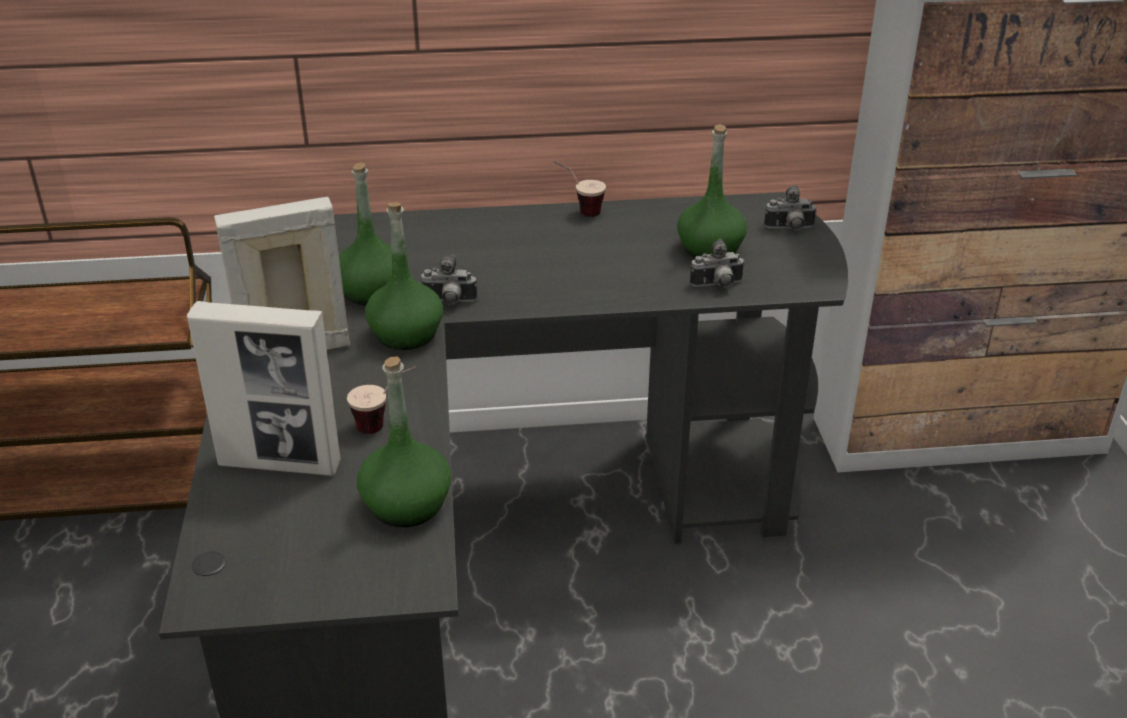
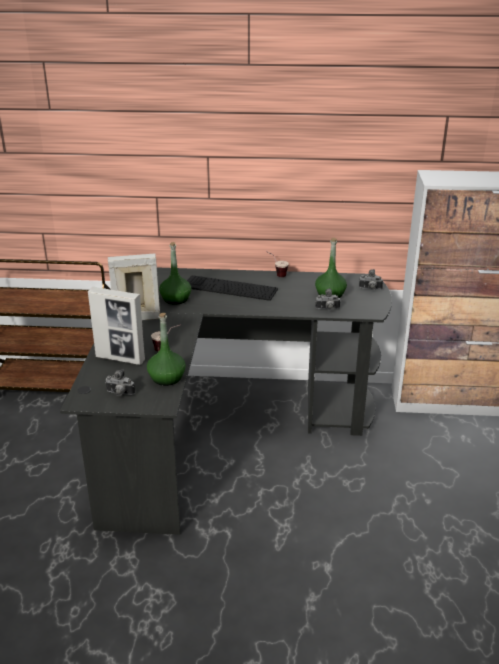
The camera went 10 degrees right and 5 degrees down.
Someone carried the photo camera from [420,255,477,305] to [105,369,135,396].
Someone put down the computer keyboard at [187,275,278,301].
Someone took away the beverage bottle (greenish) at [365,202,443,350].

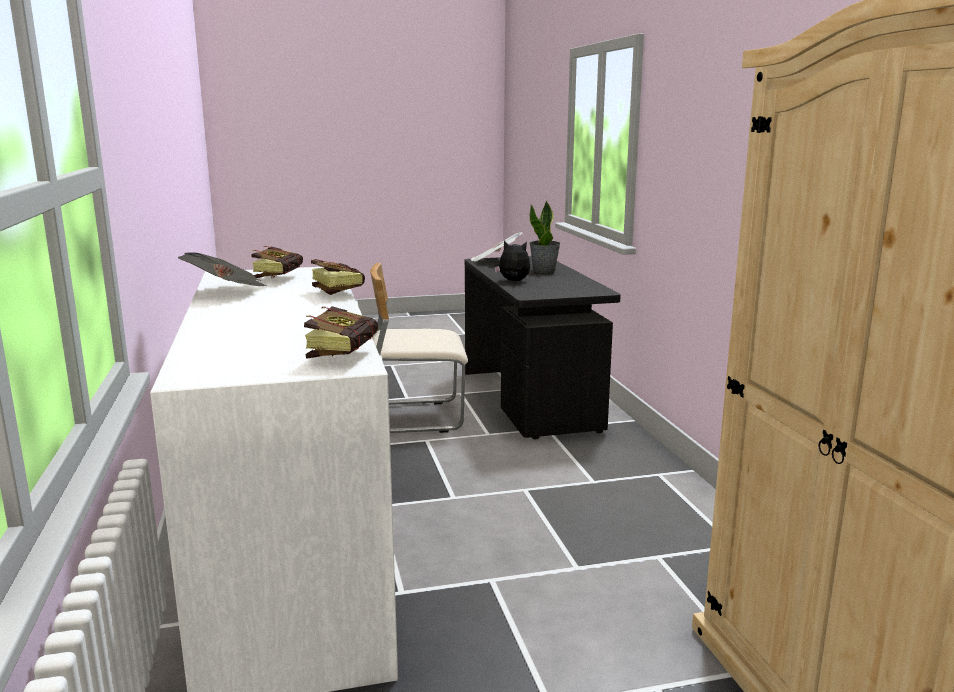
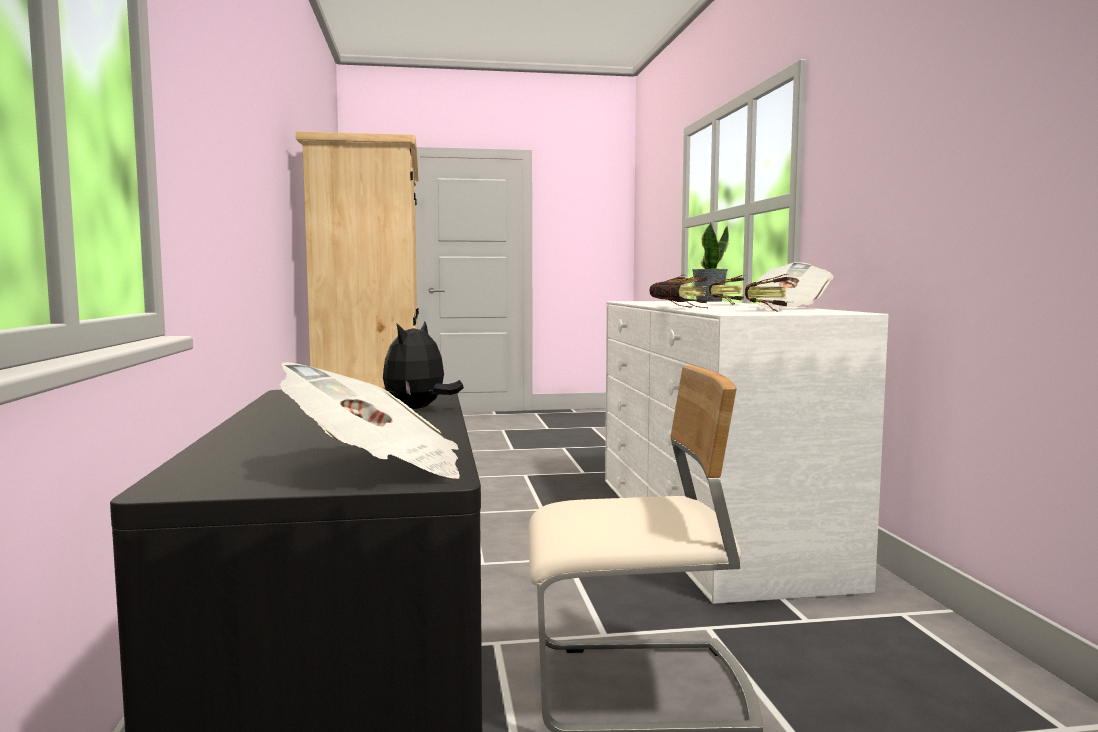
The camera went 175 degrees left and 10 degrees down.
Someone rotated the soft toy at [494,241,530,281] by 90 degrees clockwise.
Someone carried the plant in a pot from [529,200,560,273] to [692,222,729,302].
Someone carried the volume from [304,306,378,359] to [709,275,746,304].

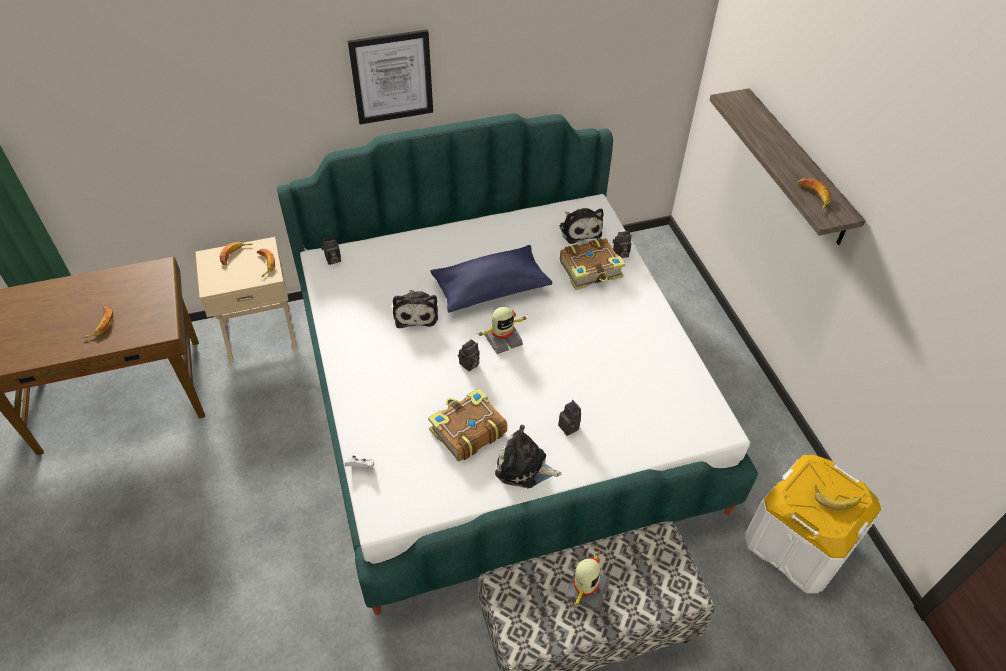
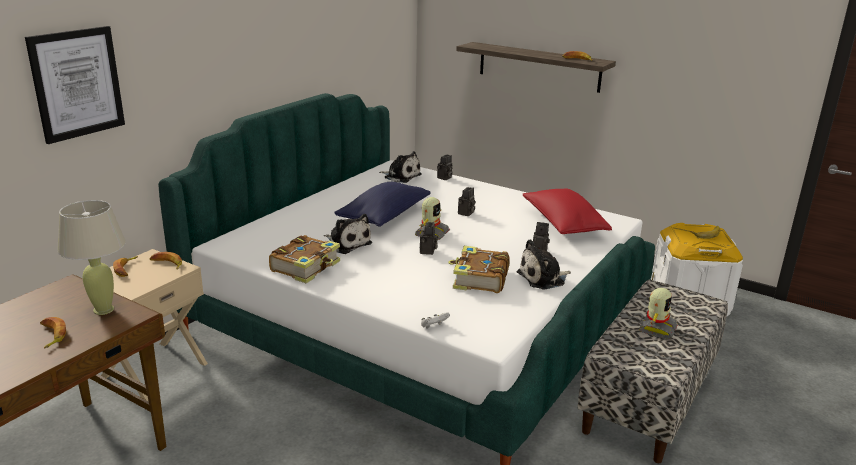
The camera went 40 degrees left and 25 degrees down.
Someone carried the picture from [348,29,433,124] to [25,26,125,144].
Someone put down the lamp for a table (sand-coloured) at [57,200,126,315].
Someone carried the volume from [560,238,625,290] to [269,235,340,283].
Someone carried the photo camera from [321,236,341,265] to [458,187,475,216].
Someone put down the cushion (red) at [522,188,612,234].
Someone rotated the model robot at [564,551,610,612] by 45 degrees clockwise.

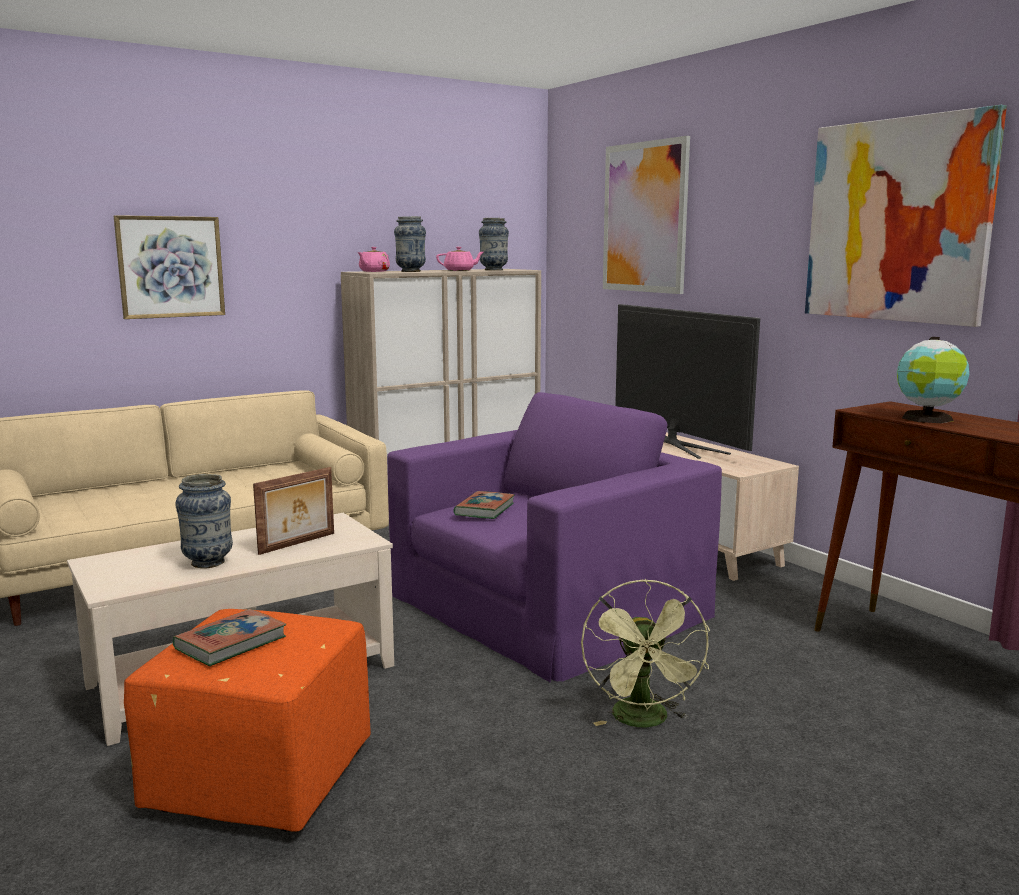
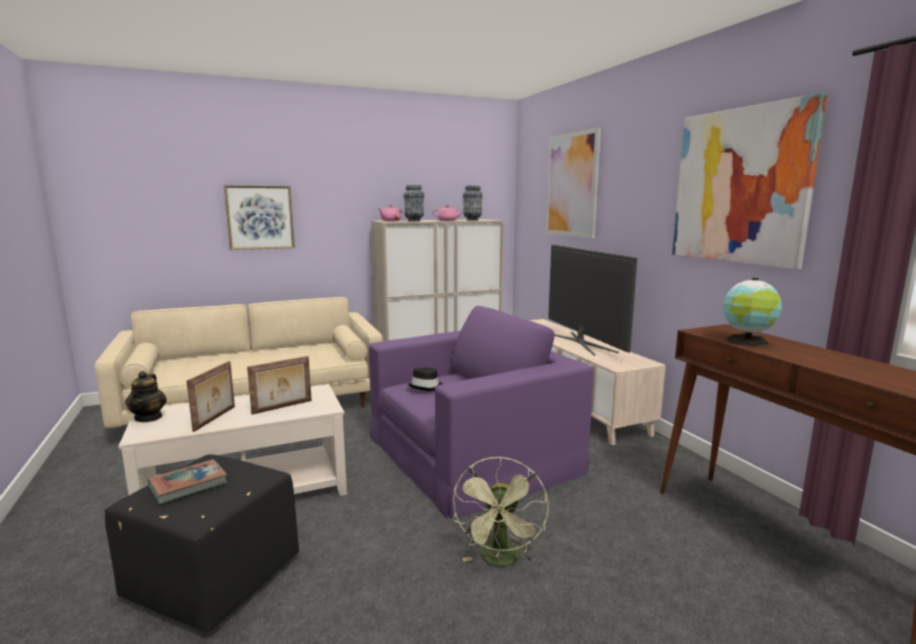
The camera went 10 degrees right and 0 degrees up.
Someone repainted the footrest (orangey) at [124,609,371,832], which became the footrest (black-coloured) at [105,454,299,632].
Someone put down the teapot at [125,371,167,422].
Someone swapped the vase at [175,474,233,568] for the photo frame at [186,361,235,432].
Someone swapped the volume at [453,491,515,519] for the clothing hat (black-coloured) at [408,367,443,391].

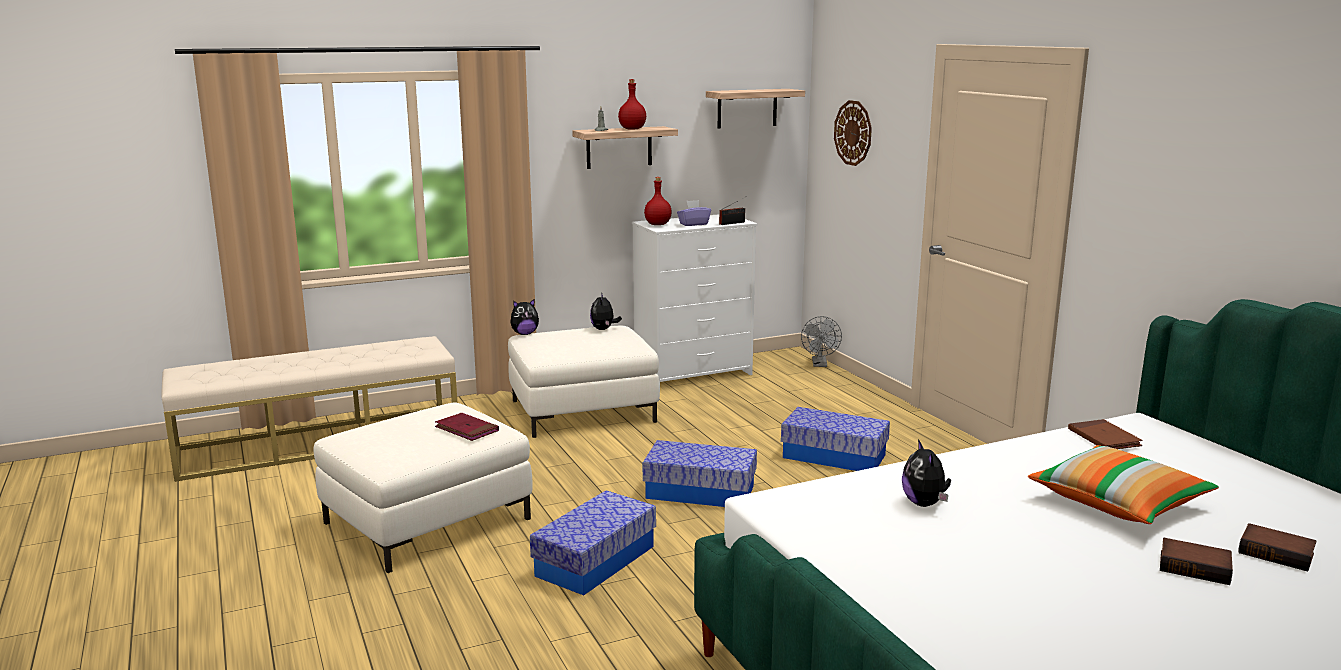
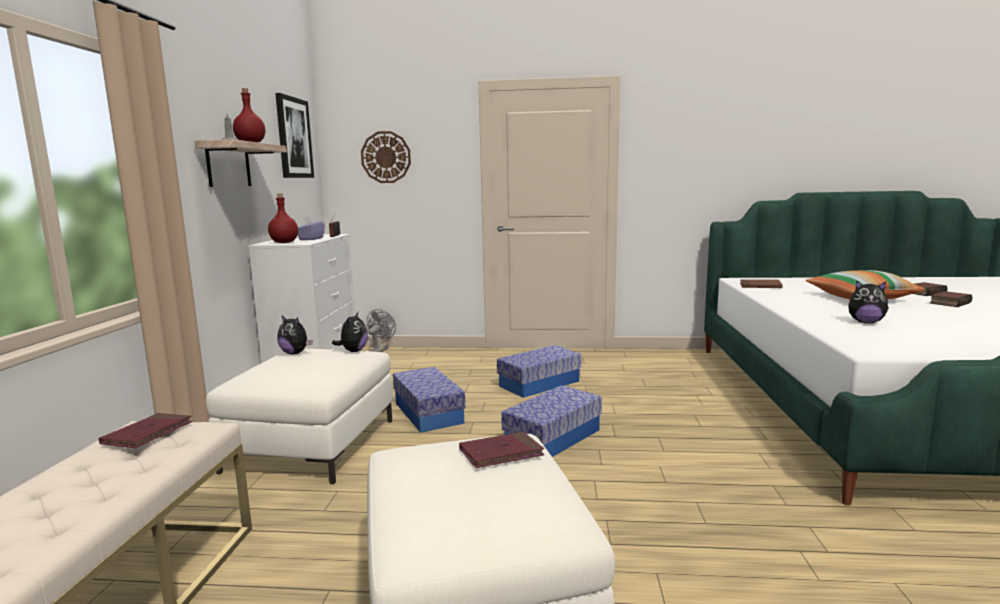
The camera went 60 degrees left and 5 degrees down.
Someone put down the volume (red) at [99,413,192,448].
Someone swapped the shelf at [706,89,805,129] for the picture at [275,93,314,178].
Someone carried the soft toy from [510,299,539,335] to [332,312,368,352].
Someone rotated the cooling fan (gray) at [801,316,842,367] by 105 degrees counterclockwise.
Someone carried the storage bin from [530,490,656,596] to [393,367,466,433].

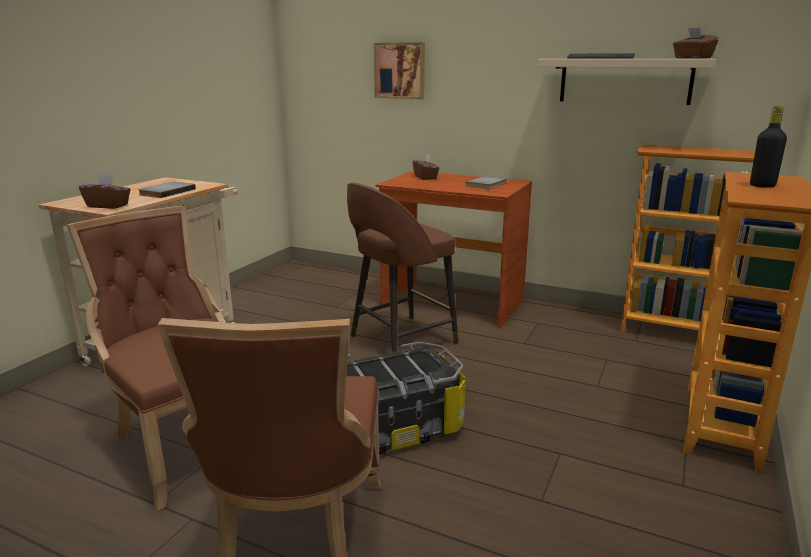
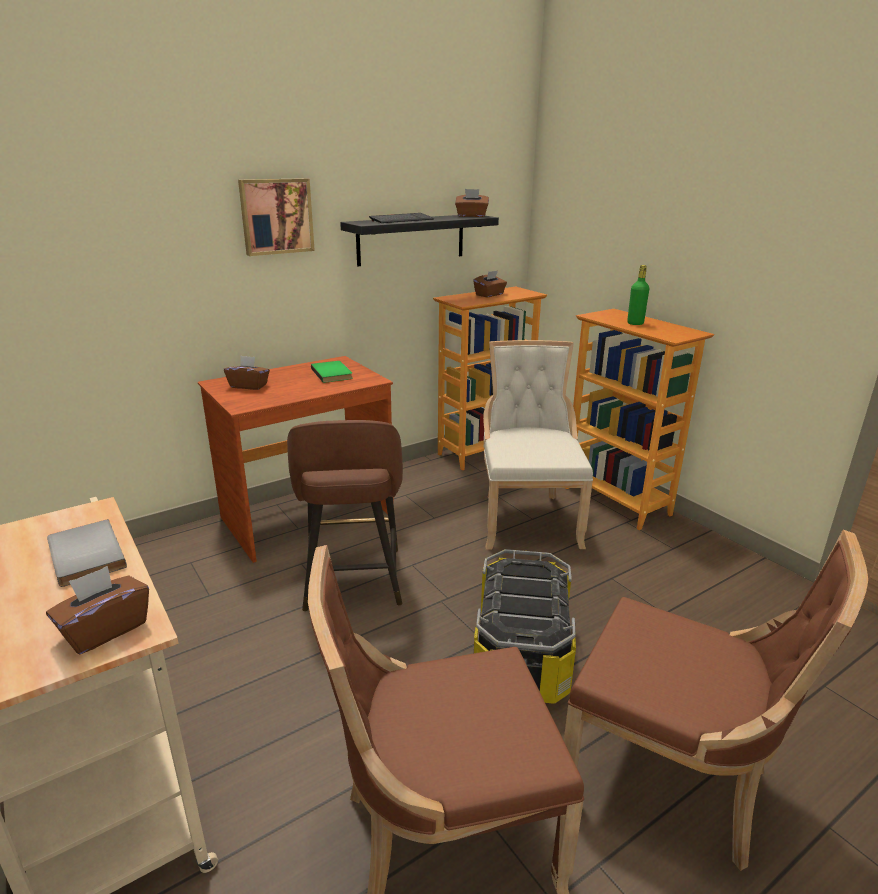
The camera went 60 degrees left and 5 degrees up.
Someone carried the picture from [374,42,425,99] to [238,178,315,256].
Someone repainted the volume (gray) at [466,176,507,189], which became the volume (greenish) at [311,361,353,383].
Someone repainted the shelf (sand-coloured) at [538,59,716,105], which became the shelf (black-coloured) at [340,215,499,266].
Someone put down the box of tissues (brownish) at [473,271,507,297].
Someone put down the upright chair (sand-coloured) at [483,340,593,550].
Someone repainted the beverage bottle (black-coloured) at [750,106,787,188], which became the beverage bottle (greenish) at [627,265,649,325].

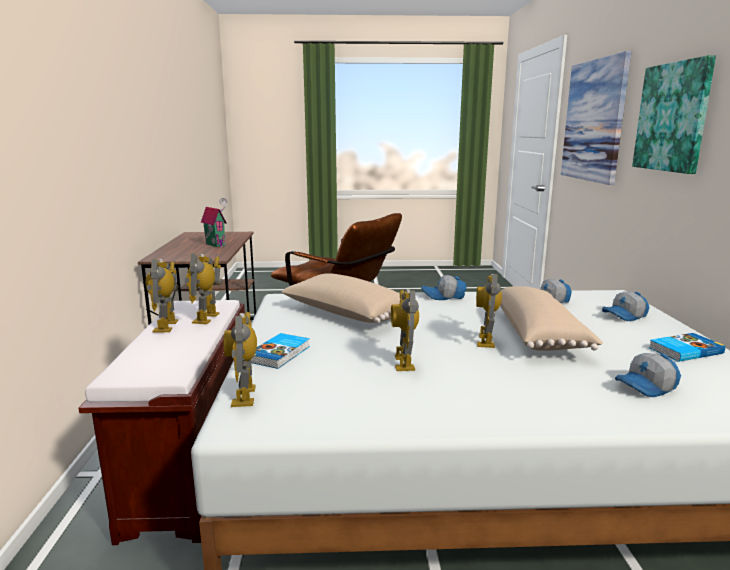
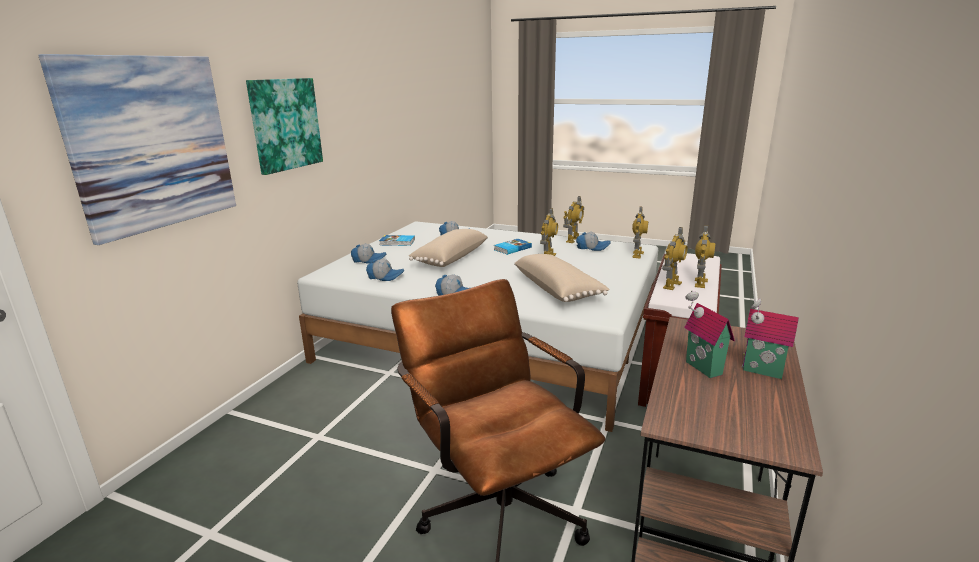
The camera went 155 degrees left and 5 degrees up.
Someone carried the volume from [251,333,310,369] to [494,239,532,255].
Someone carried the model robot from [476,274,502,348] to [563,196,584,243].
Someone put down the cap at [576,232,611,251].
Someone put down the toy house at [741,298,799,379].

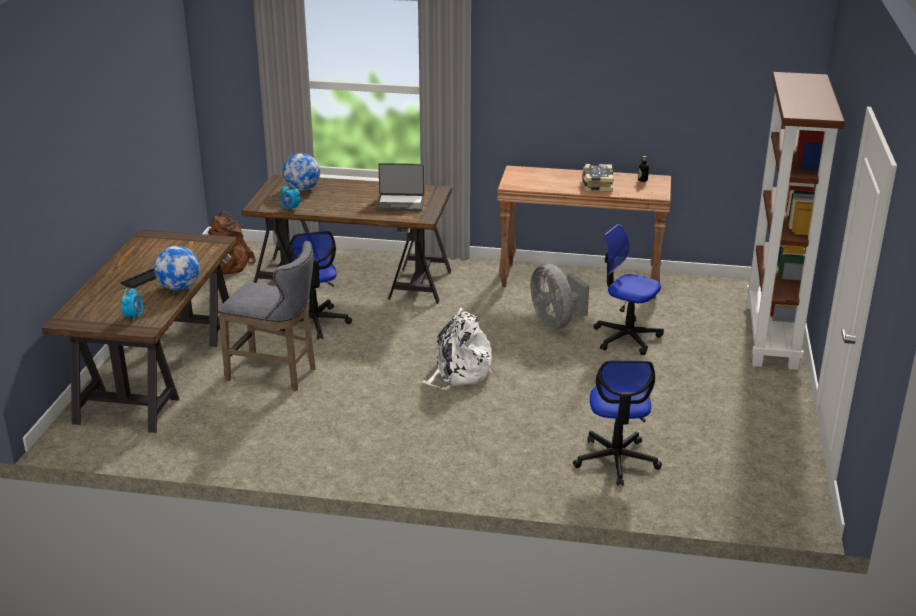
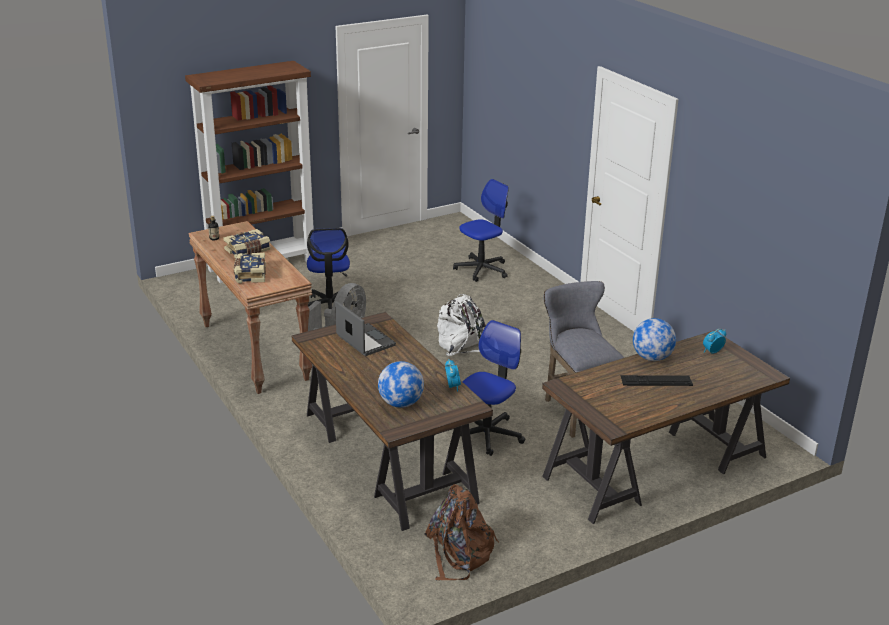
The camera went 130 degrees left and 0 degrees up.
Someone put down the volume at [234,253,266,283].

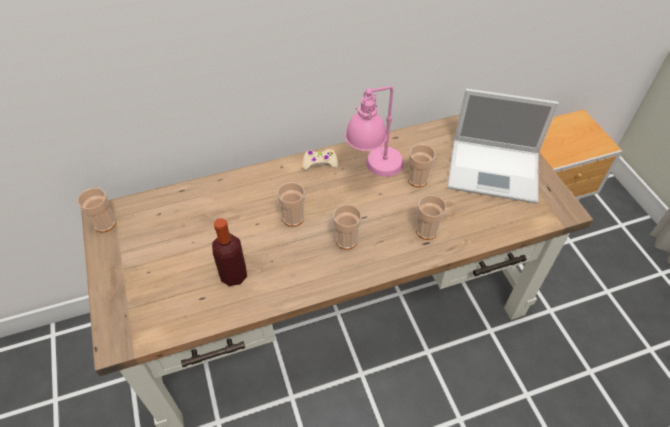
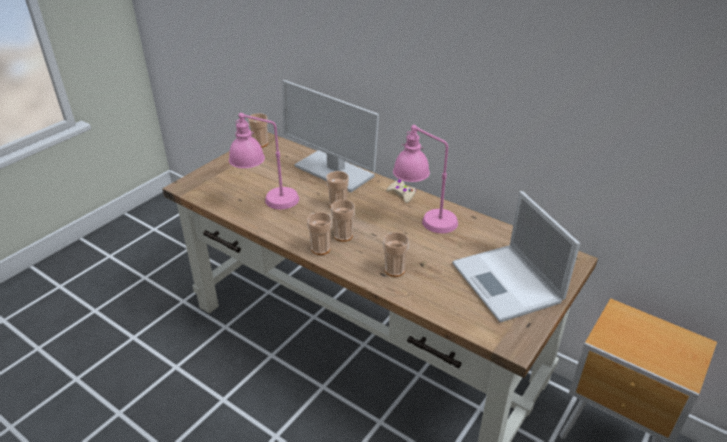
The camera went 55 degrees right and 15 degrees down.
Someone swapped the beverage bottle at [212,218,247,286] for the lamp for a table (pink-coloured) at [229,113,299,210].
Someone put down the computer display at [282,80,379,192].
Someone carried the small cup from [408,144,435,188] to [307,212,332,255].

